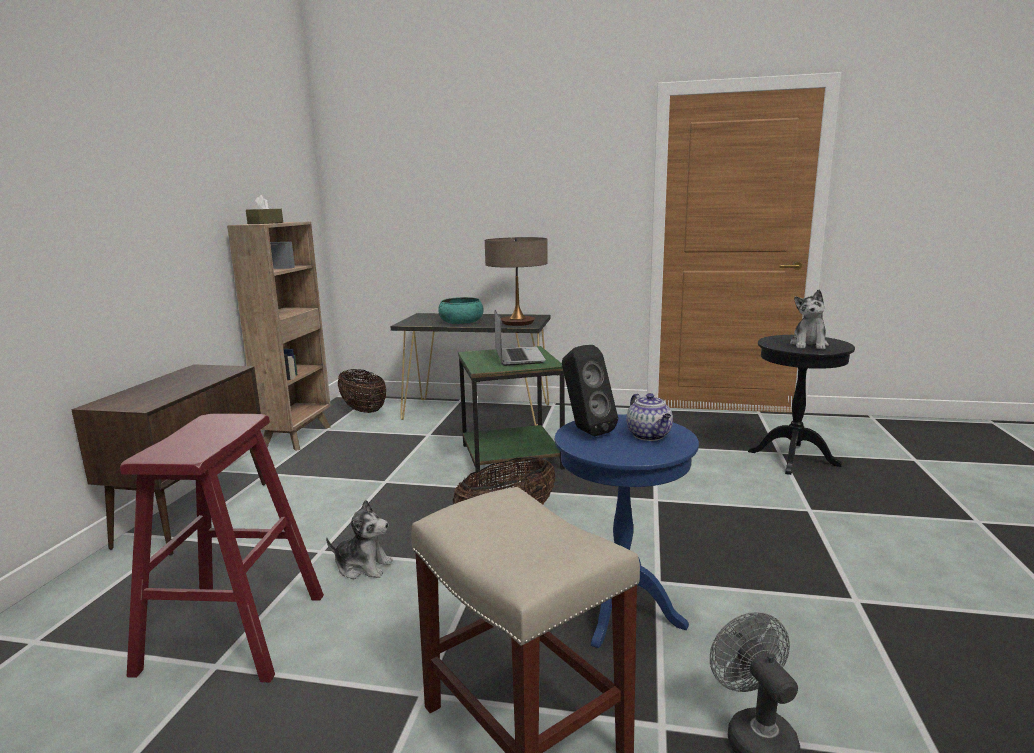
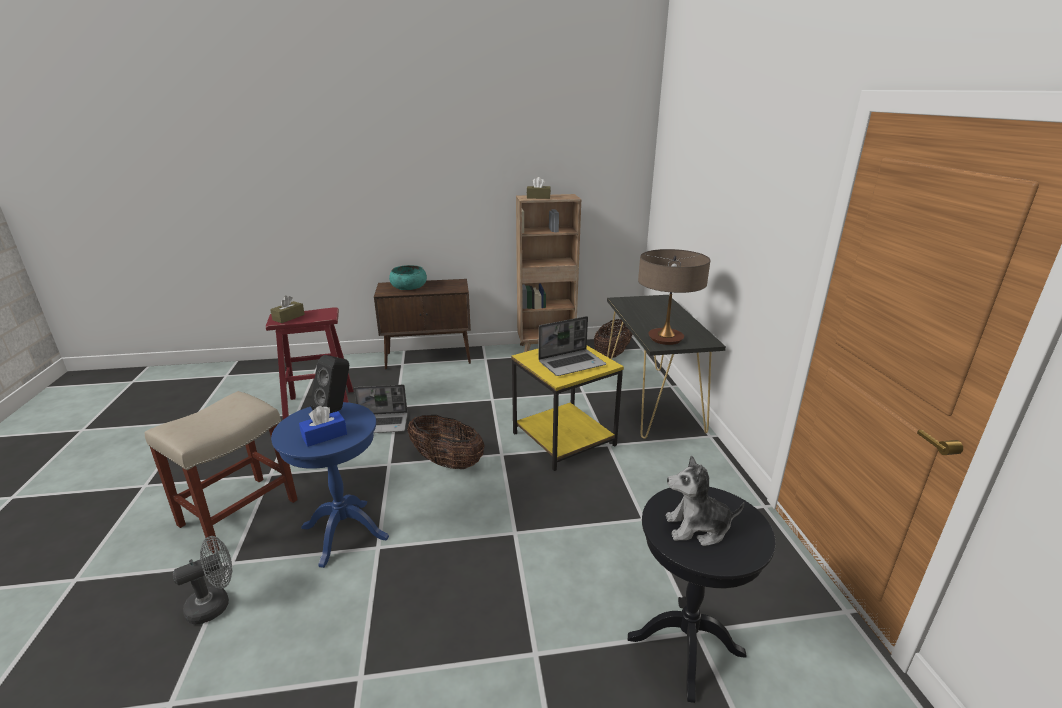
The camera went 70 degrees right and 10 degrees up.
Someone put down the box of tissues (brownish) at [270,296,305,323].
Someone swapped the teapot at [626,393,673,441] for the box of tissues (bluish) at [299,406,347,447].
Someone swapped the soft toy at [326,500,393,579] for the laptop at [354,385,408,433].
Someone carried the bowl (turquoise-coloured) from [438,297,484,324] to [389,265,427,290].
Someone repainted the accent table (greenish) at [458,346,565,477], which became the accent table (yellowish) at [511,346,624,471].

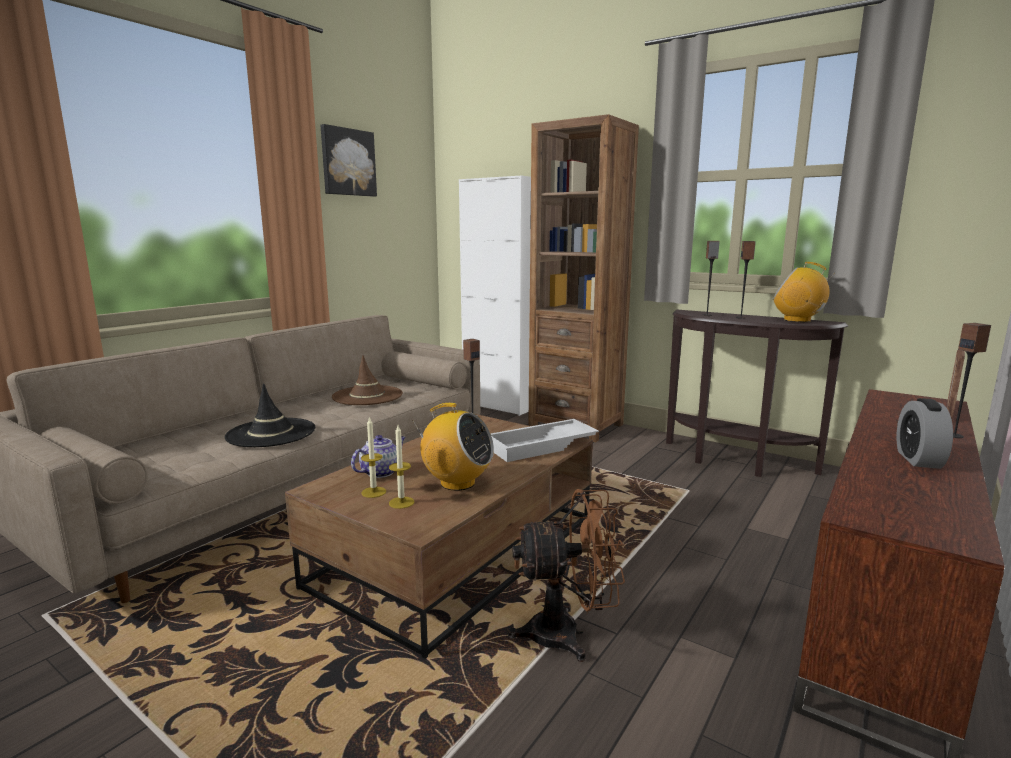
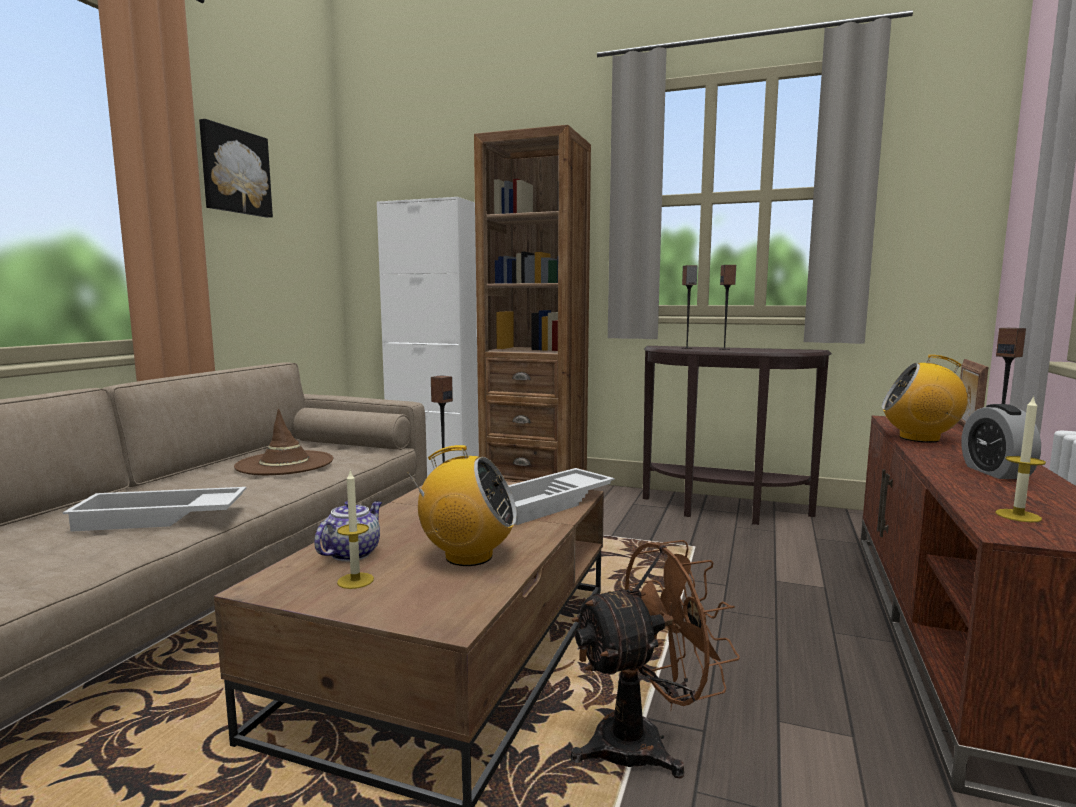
The camera went 15 degrees left and 5 degrees down.
Someone swapped the clothing hat (black-coloured) at [225,383,315,447] for the serving tray (whitish) at [63,487,246,532].
Someone carried the radio receiver from [773,262,835,322] to [882,355,968,443].
Someone carried the wax light from [389,425,414,509] to [995,395,1046,522].

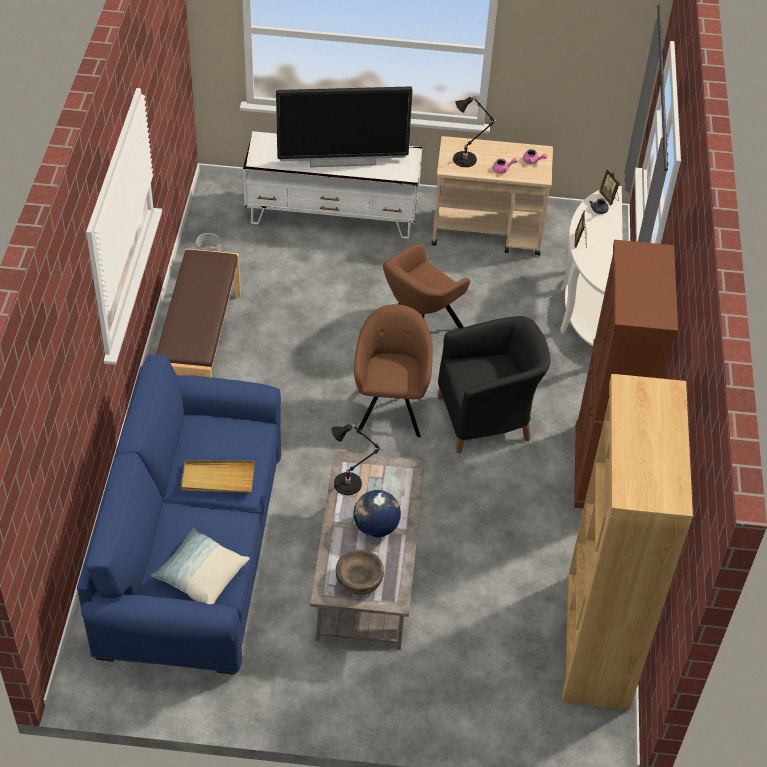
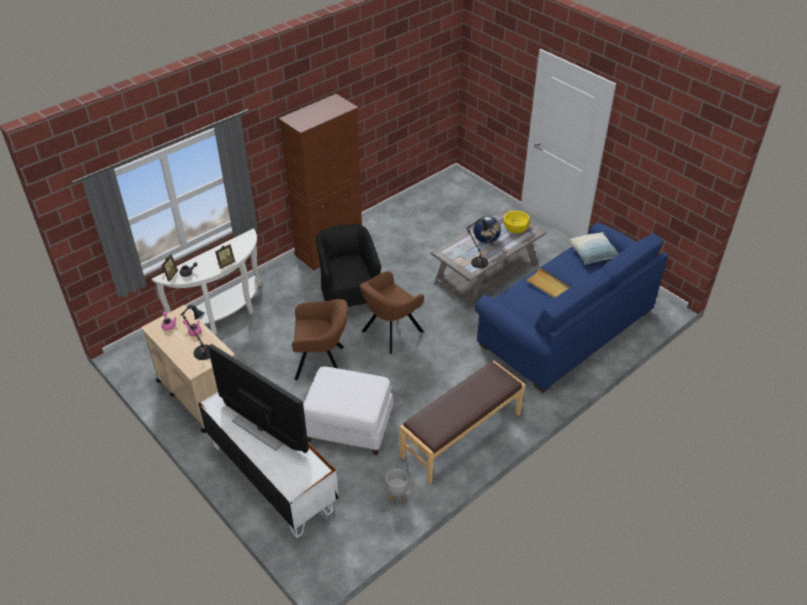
The camera went 135 degrees left and 5 degrees down.
Someone put down the footrest (whitish) at [303,366,393,455].
Someone rotated the armchair (black-coloured) at [438,316,551,453] by 45 degrees clockwise.
Someone repainted the bowl (brownish) at [336,549,384,595], which became the bowl (yellowish) at [504,211,530,233].
Someone took away the shelving unit (brownish) at [562,374,693,710].

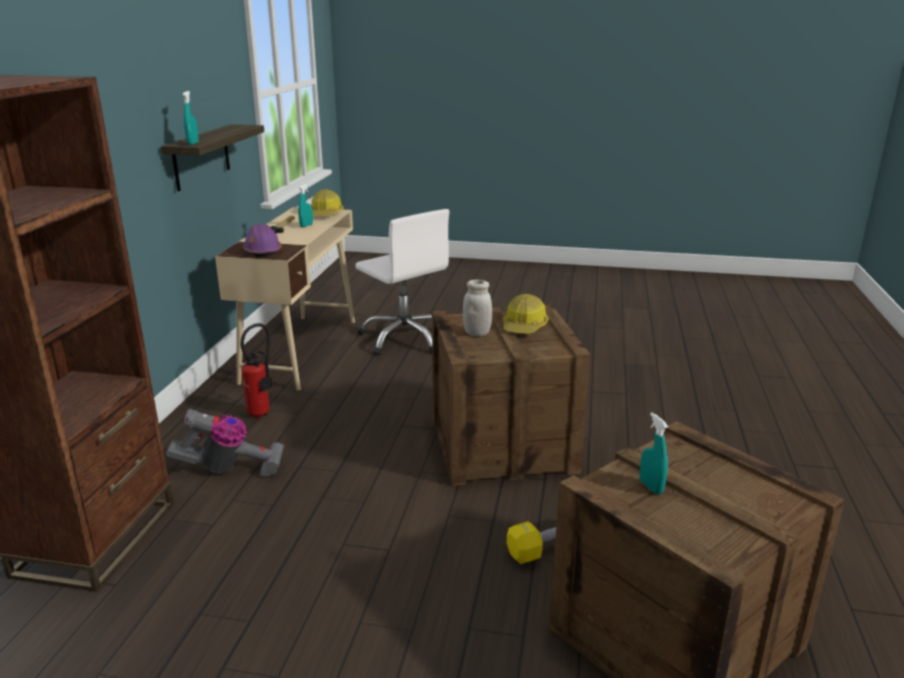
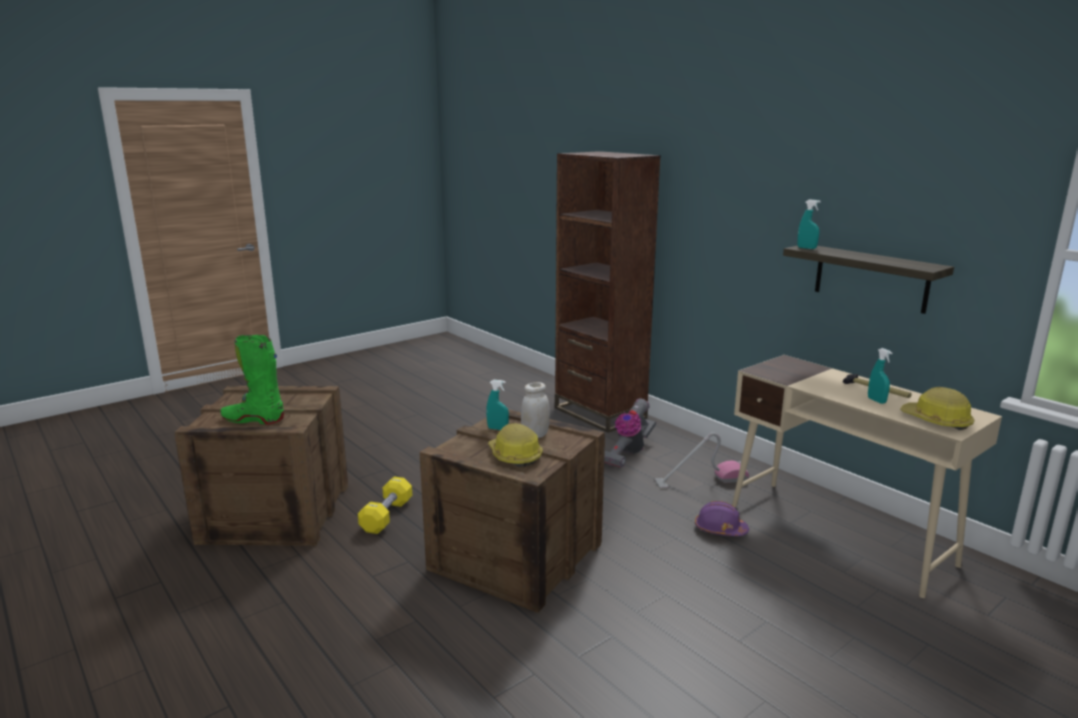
The camera went 130 degrees right and 5 degrees down.
Someone put down the boot (greenish) at [221,335,284,424].
Someone carried the spray bottle (turquoise-coloured) from [640,413,668,495] to [486,380,509,430].
Someone swapped the extinguisher at [241,323,272,419] for the vacuum at [655,432,749,489].
Someone carried the work helmet (purple) from [243,223,282,257] to [695,501,749,536].
Someone took away the office chair (whitish) at [355,209,449,356].

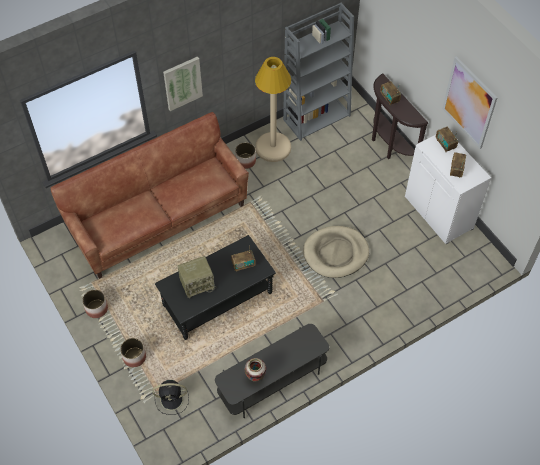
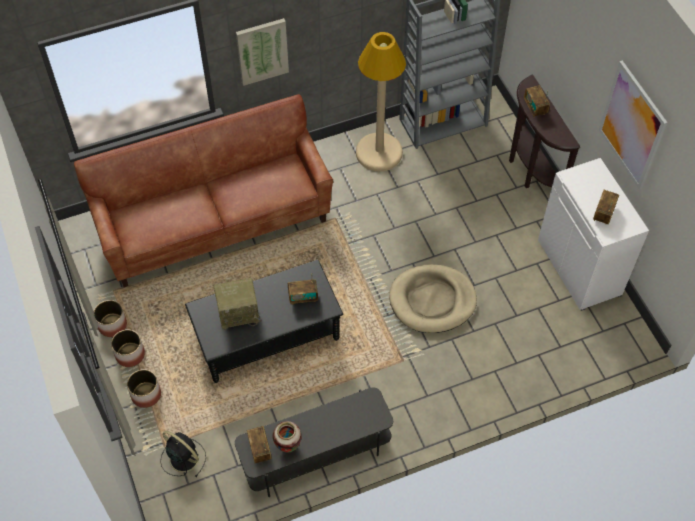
The camera went 10 degrees right and 0 degrees up.
Someone carried the planter from [235,142,256,169] to [111,329,145,367].
Someone rotated the cooling fan (black-coloured) at [153,380,189,415] by 150 degrees counterclockwise.
Someone carried the radio receiver from [436,127,458,152] to [247,426,272,463].

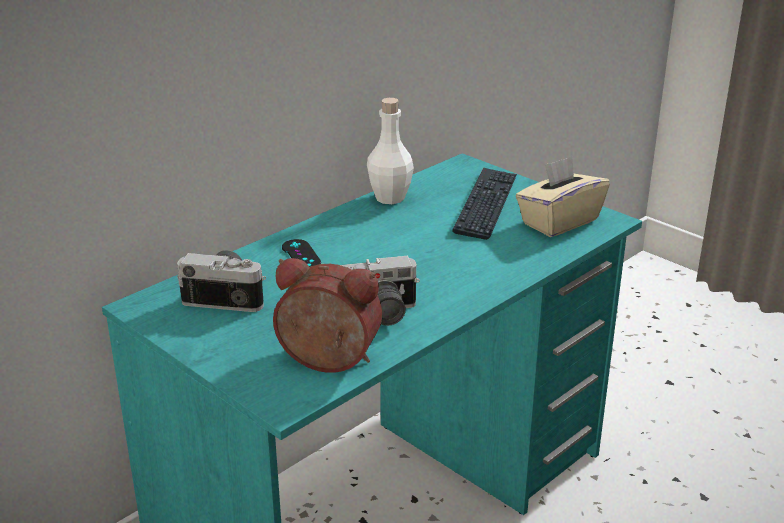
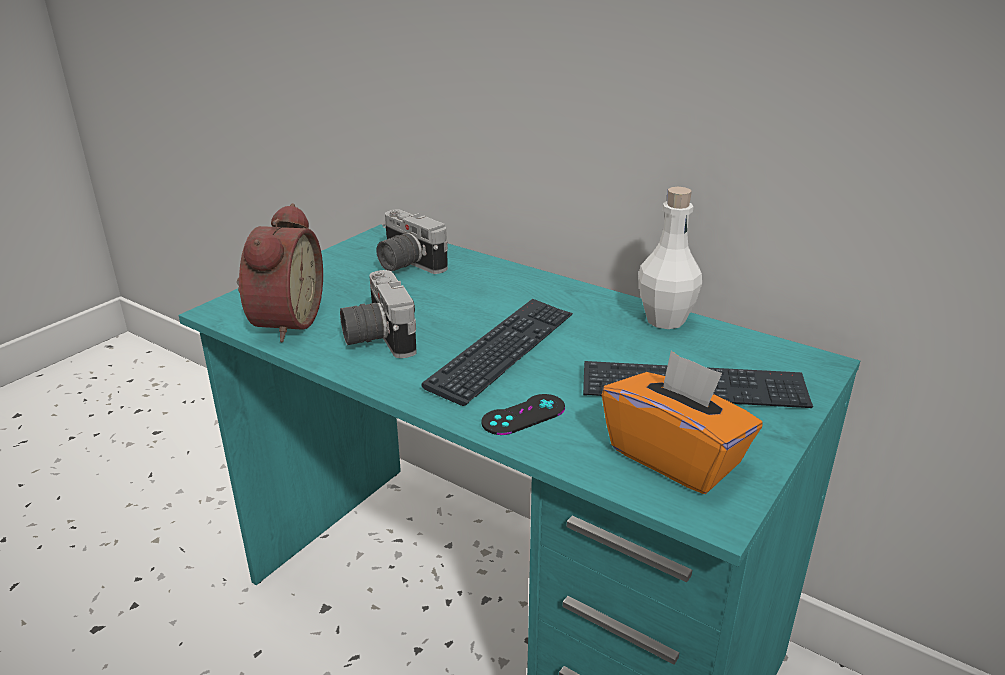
The camera went 80 degrees right and 0 degrees up.
Someone rotated the photo camera at [177,250,266,312] by 135 degrees clockwise.
Someone put down the computer keyboard at [422,299,573,406].
Someone carried the gamepad (black-coloured) from [282,239,321,267] to [481,394,565,435].
Someone repainted the box of tissues (sand-coloured) at [516,156,610,237], which became the box of tissues (orangey) at [602,350,763,494].

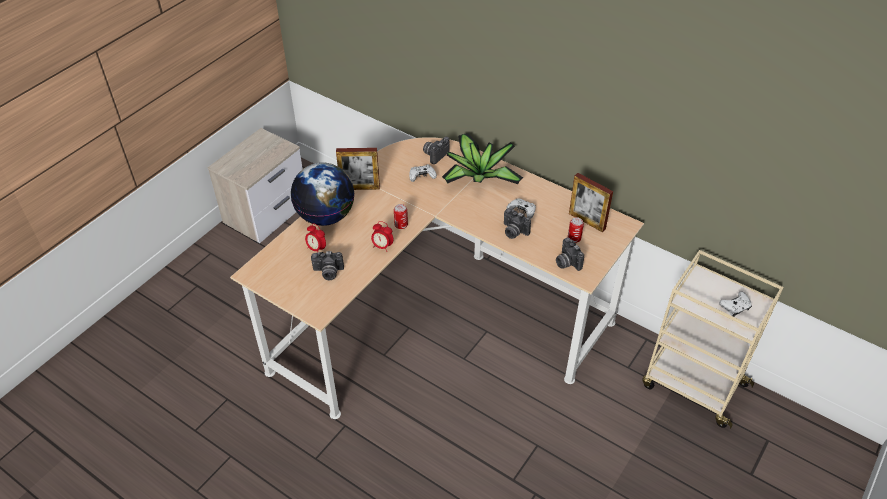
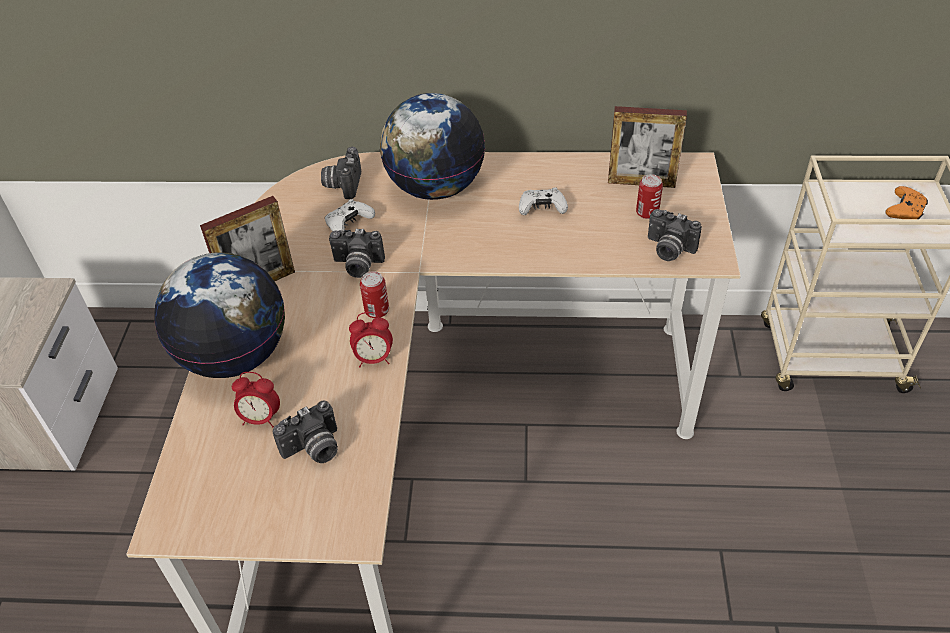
The camera went 30 degrees left and 0 degrees up.
Someone carried the photo camera from [504,208,531,239] to [329,229,385,278].
Someone swapped the plant in a pot at [442,133,523,184] for the world globe at [380,93,485,200].
Someone repainted the gamepad (whitish) at [719,292,752,317], which became the gamepad (orangey) at [886,186,928,219].

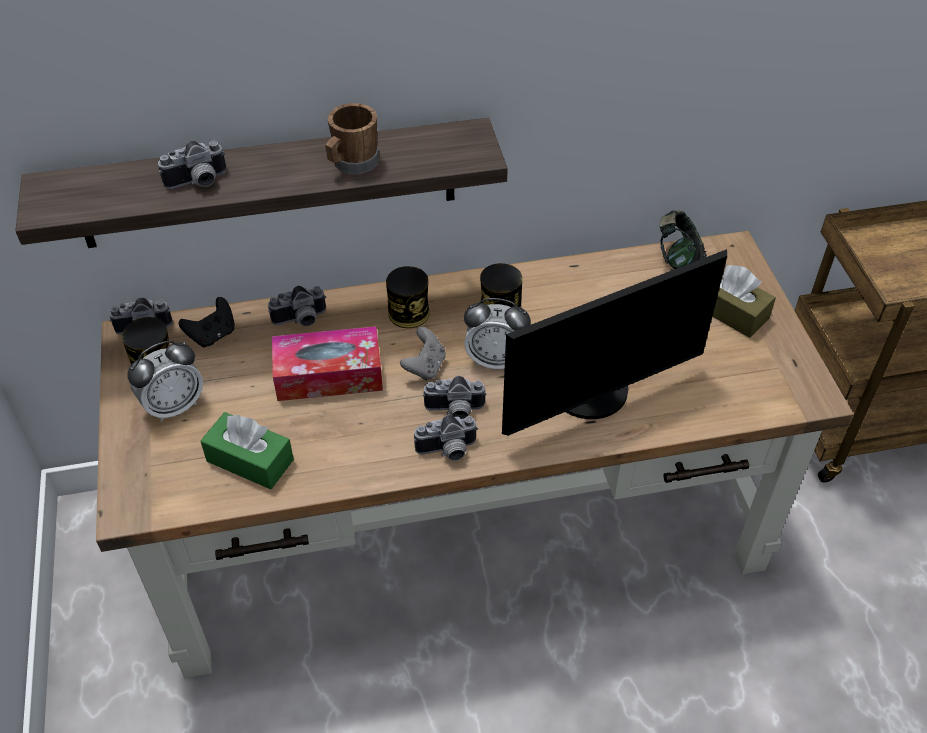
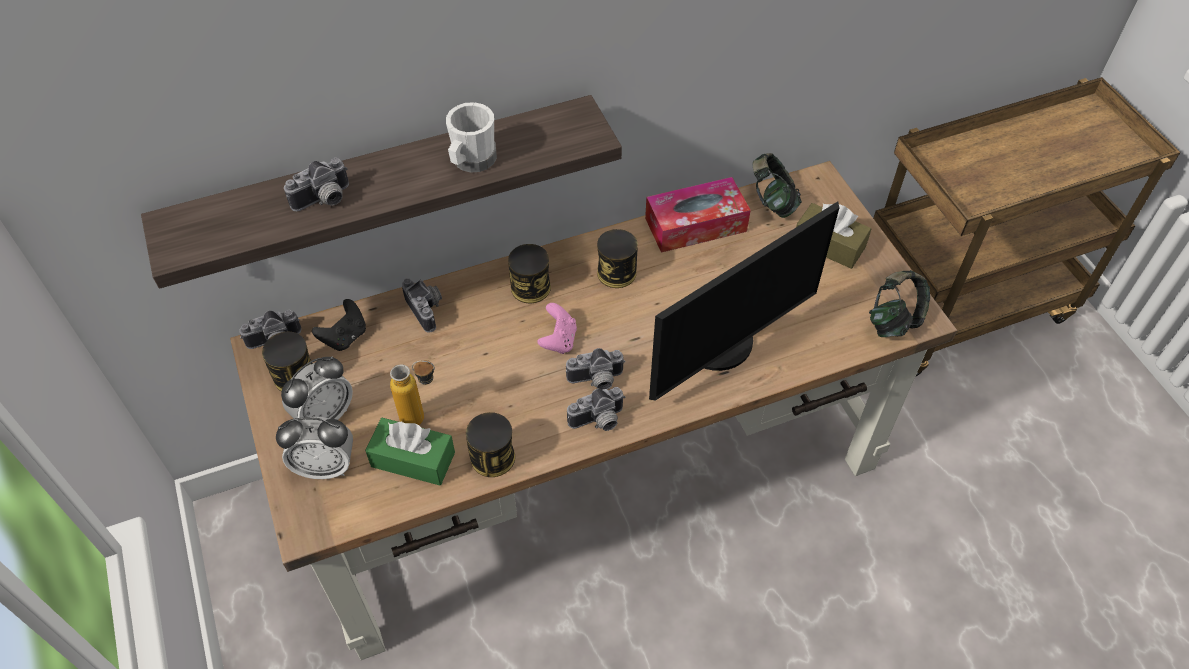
The camera went 10 degrees left and 5 degrees up.
Someone carried the table clock from [464,298,531,369] to [276,417,353,479].
Someone put down the beverage bottle at [390,360,435,425].
Someone rotated the photo camera at [268,286,326,326] by 90 degrees counterclockwise.
Someone repainted the tea mug (brownish) at [325,103,379,174], which became the tea mug (whitish) at [446,102,497,172].
Someone put down the can at [466,412,515,477].
Someone repainted the gamepad (gray) at [400,327,446,381], which became the gamepad (pink-coloured) at [537,303,577,354].
Someone carried the box of tissues from [272,326,383,401] to [645,177,751,253].
Someone put down the pair of headphones at [869,270,930,337].

